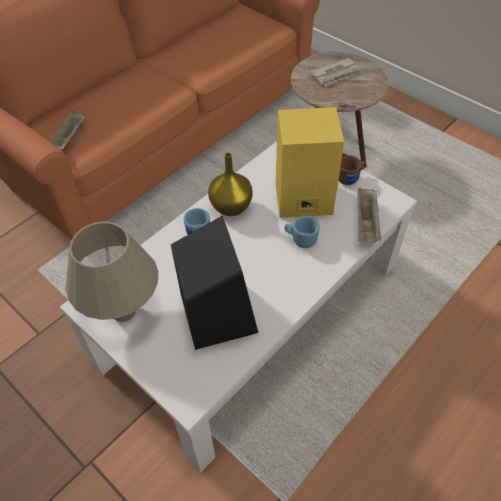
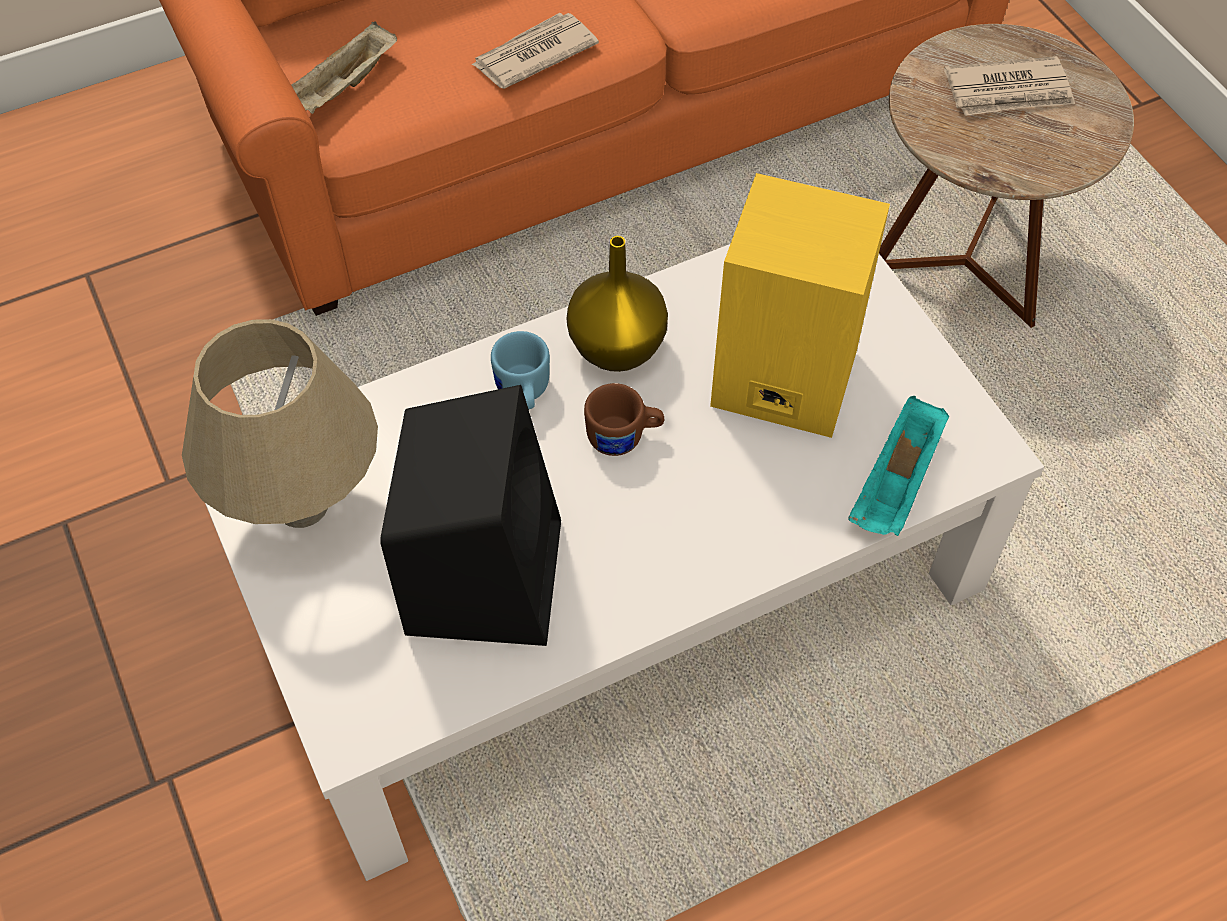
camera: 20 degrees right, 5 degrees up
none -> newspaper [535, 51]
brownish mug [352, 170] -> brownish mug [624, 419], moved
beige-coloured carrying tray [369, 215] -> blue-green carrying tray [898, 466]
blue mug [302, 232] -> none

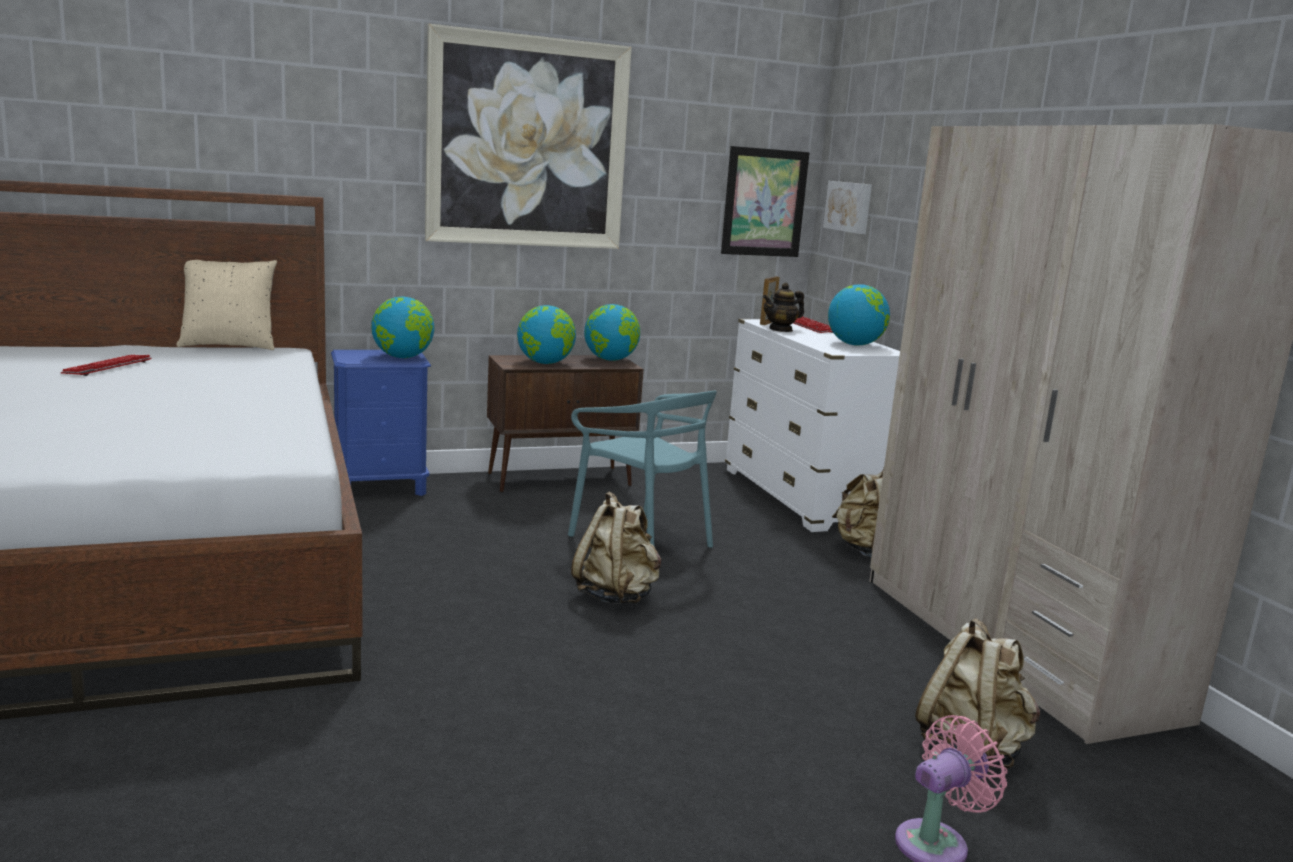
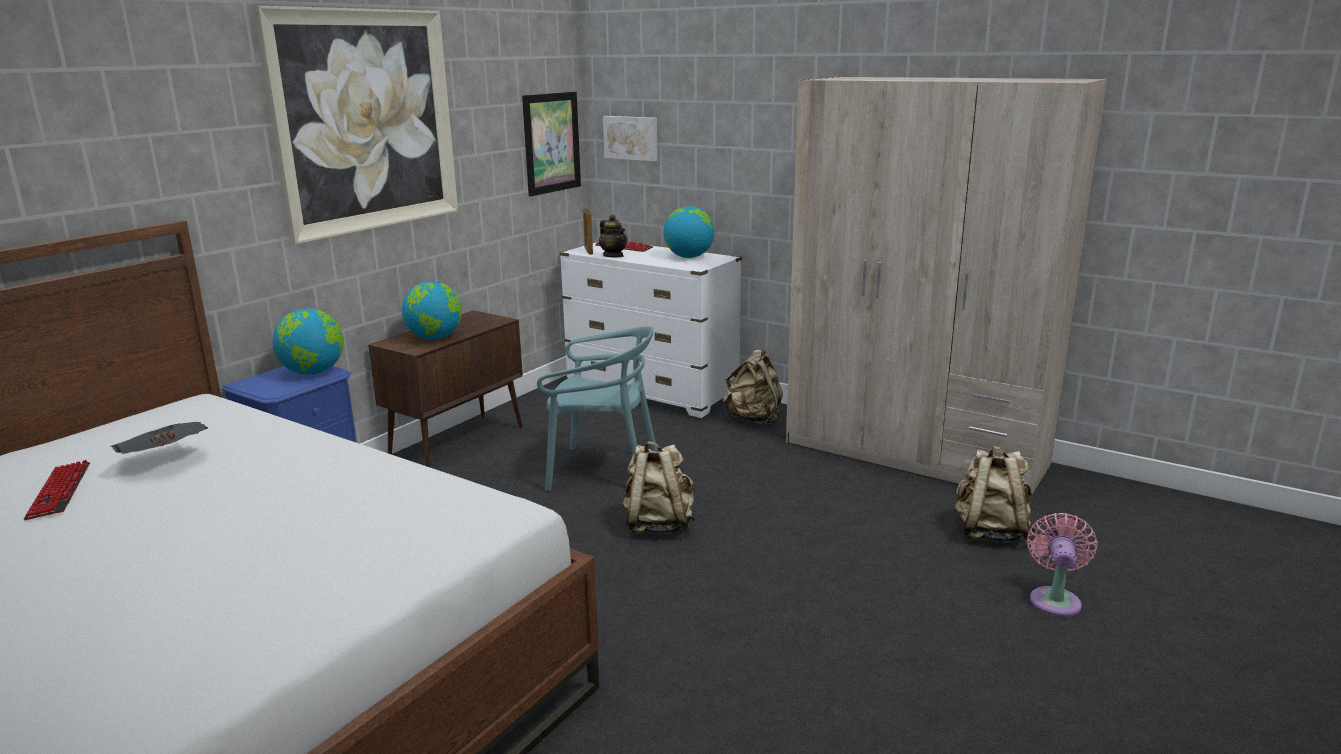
camera: 35 degrees left, 5 degrees up
none -> newspaper [159, 438]
tea pot [783, 307] -> tea pot [613, 236], 60 degrees counterclockwise
beige-coloured throw pillow [226, 305] -> none
world globe [612, 332] -> none

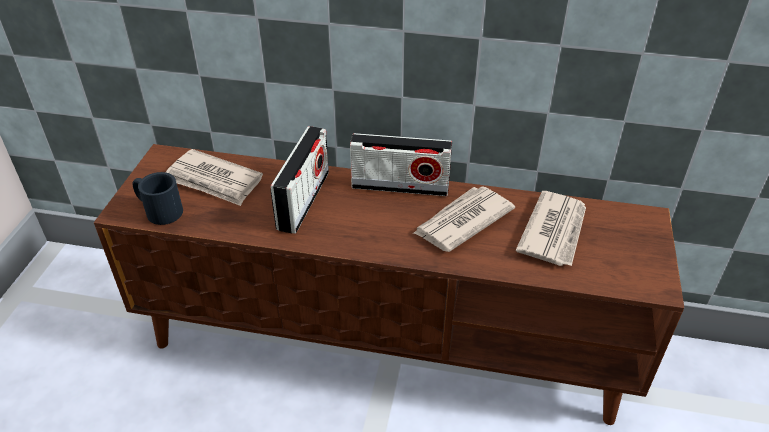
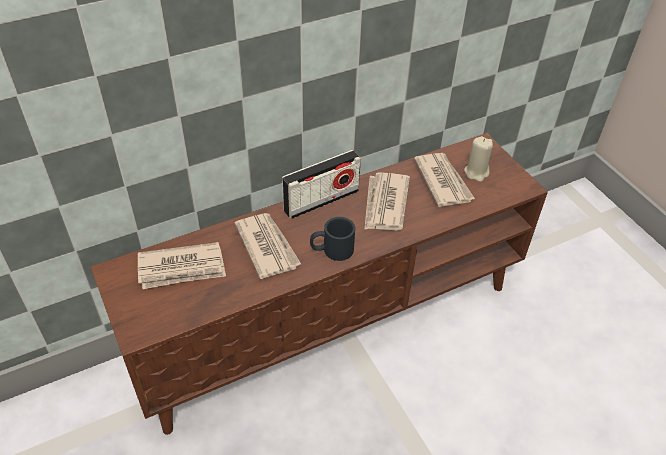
camera: 40 degrees left, 5 degrees up
radio [299, 180] -> newspaper [268, 246]
blackish mug [157, 198] -> blackish mug [332, 239], moved
none -> beige-coloured wax candle [478, 159]

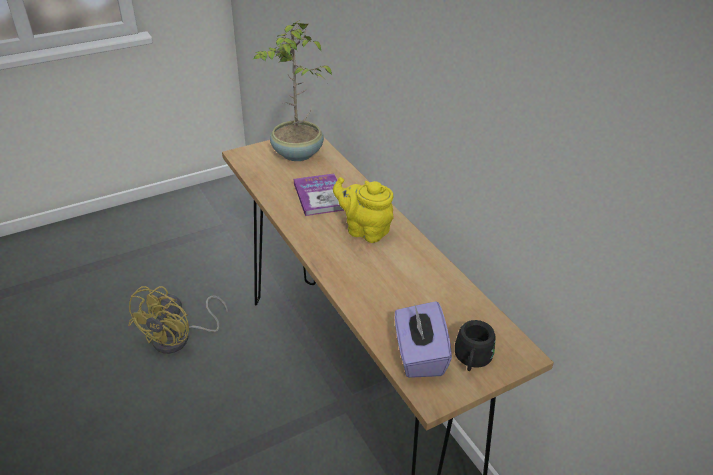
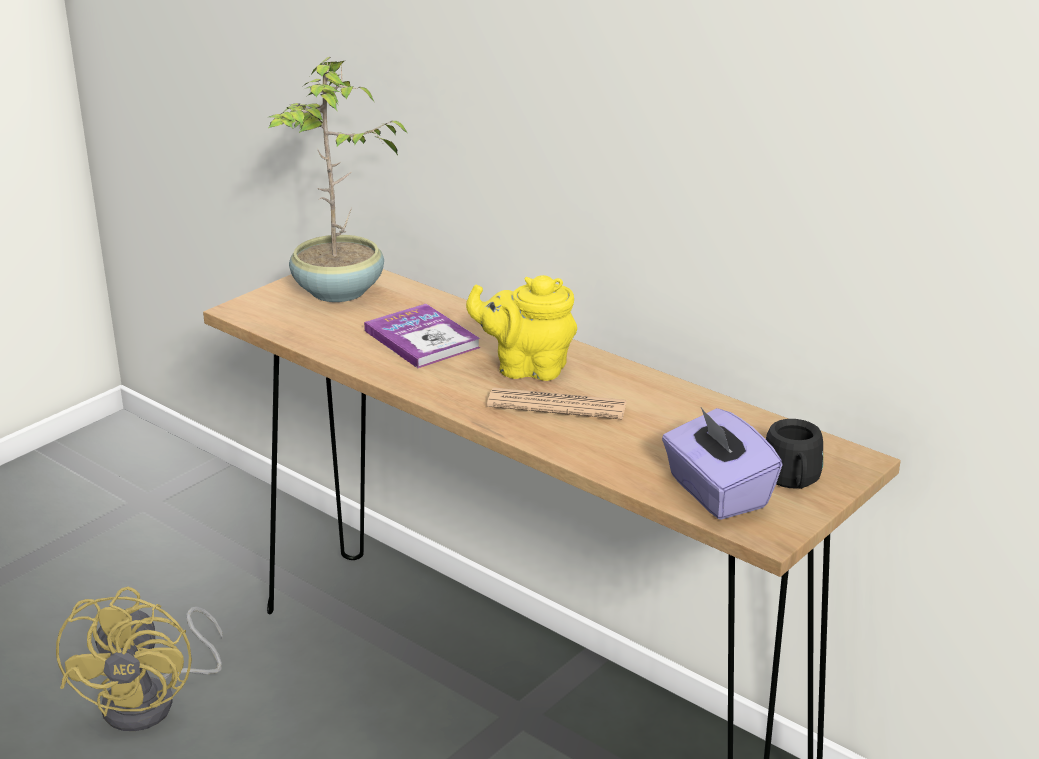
camera: 20 degrees left, 10 degrees down
none -> newspaper [557, 403]

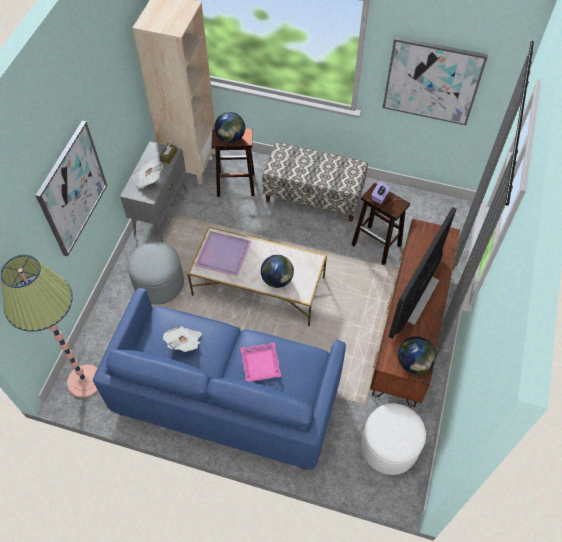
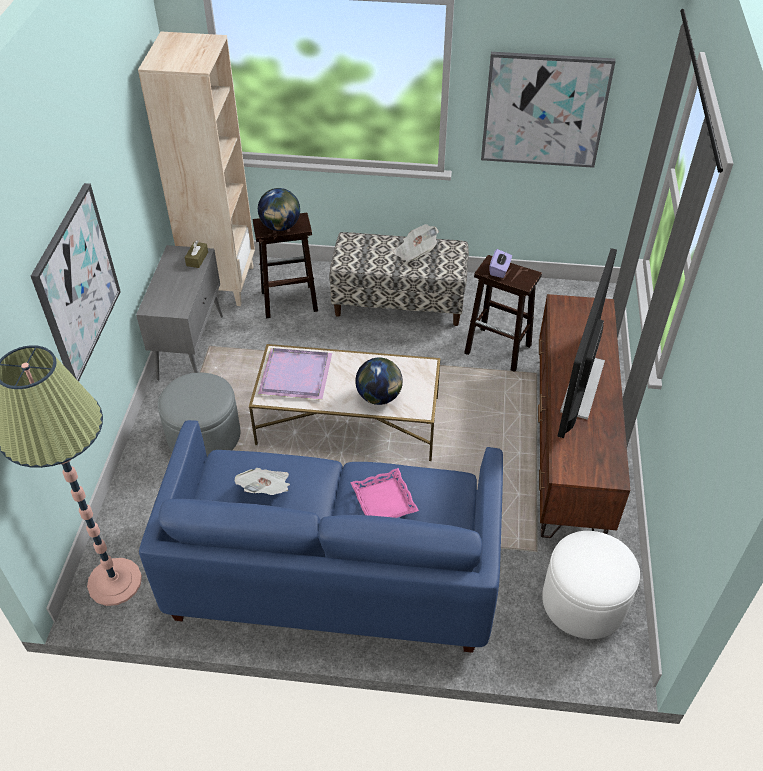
camera: 10 degrees left, 10 degrees down
newspaper [147, 173] -> newspaper [416, 243], moved
world globe [417, 355] -> none

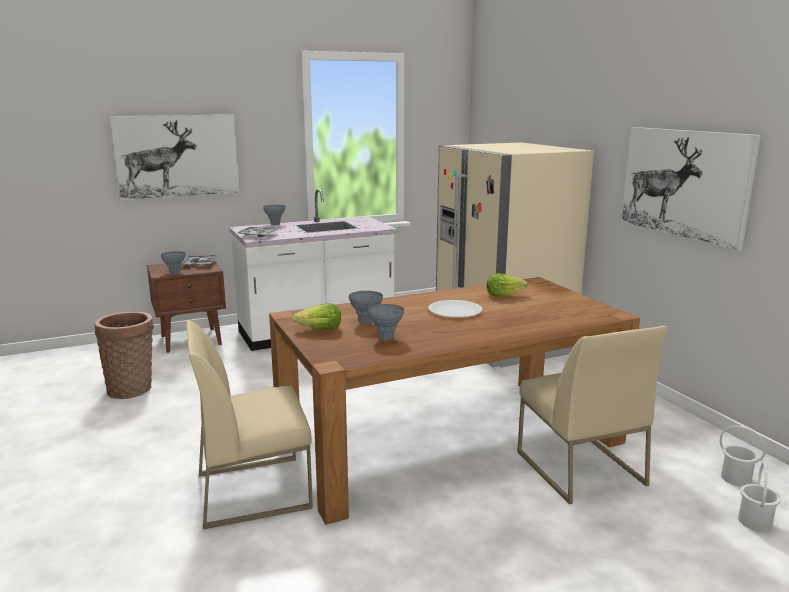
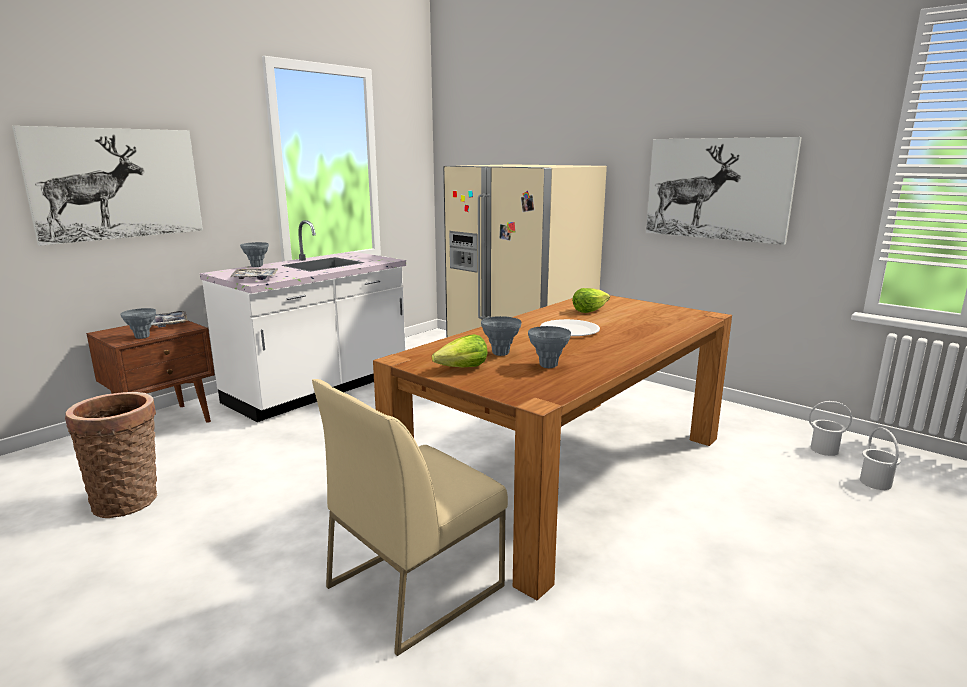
camera: 25 degrees left, 0 degrees up
beige-coloured chair [592, 415] -> none

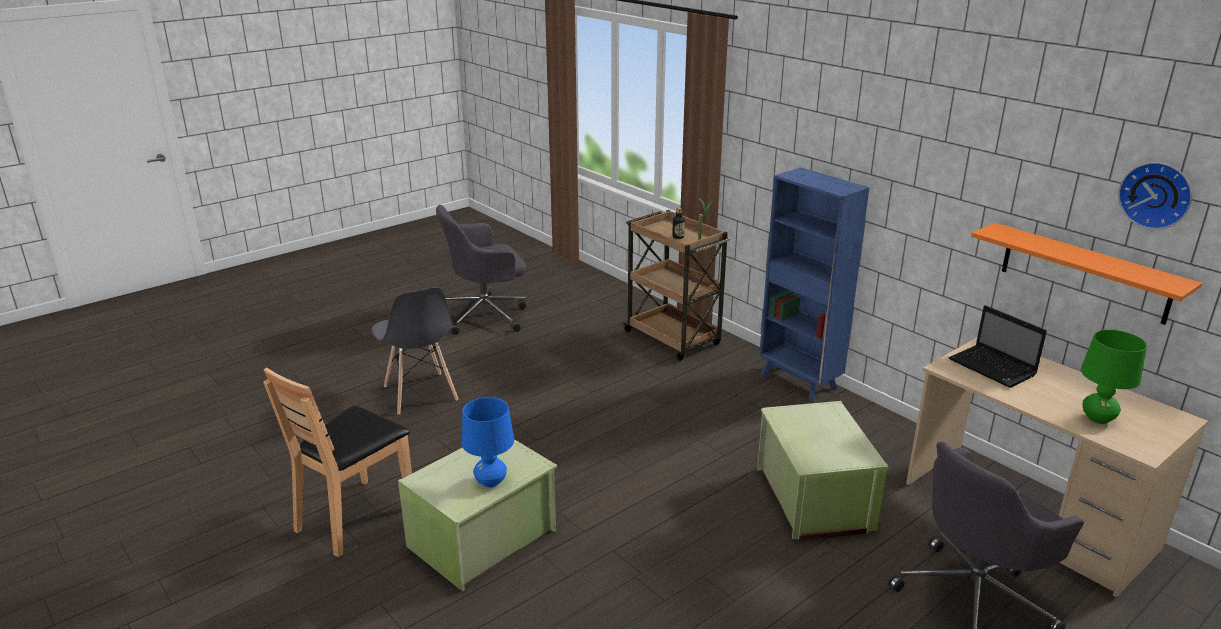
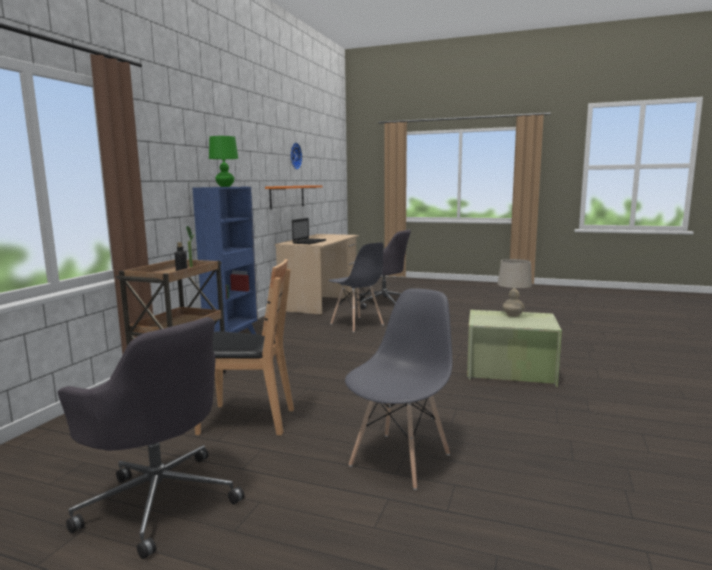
camera: 120 degrees left, 15 degrees down
brownish chair [337, 462] -> brownish chair [244, 347], moved
greenish tabletop lamp [1114, 377] -> greenish tabletop lamp [223, 161], moved
greenish storage container [822, 471] -> greyish chair [356, 287]
blue tabletop lamp [488, 442] -> beige-coloured tabletop lamp [515, 288]

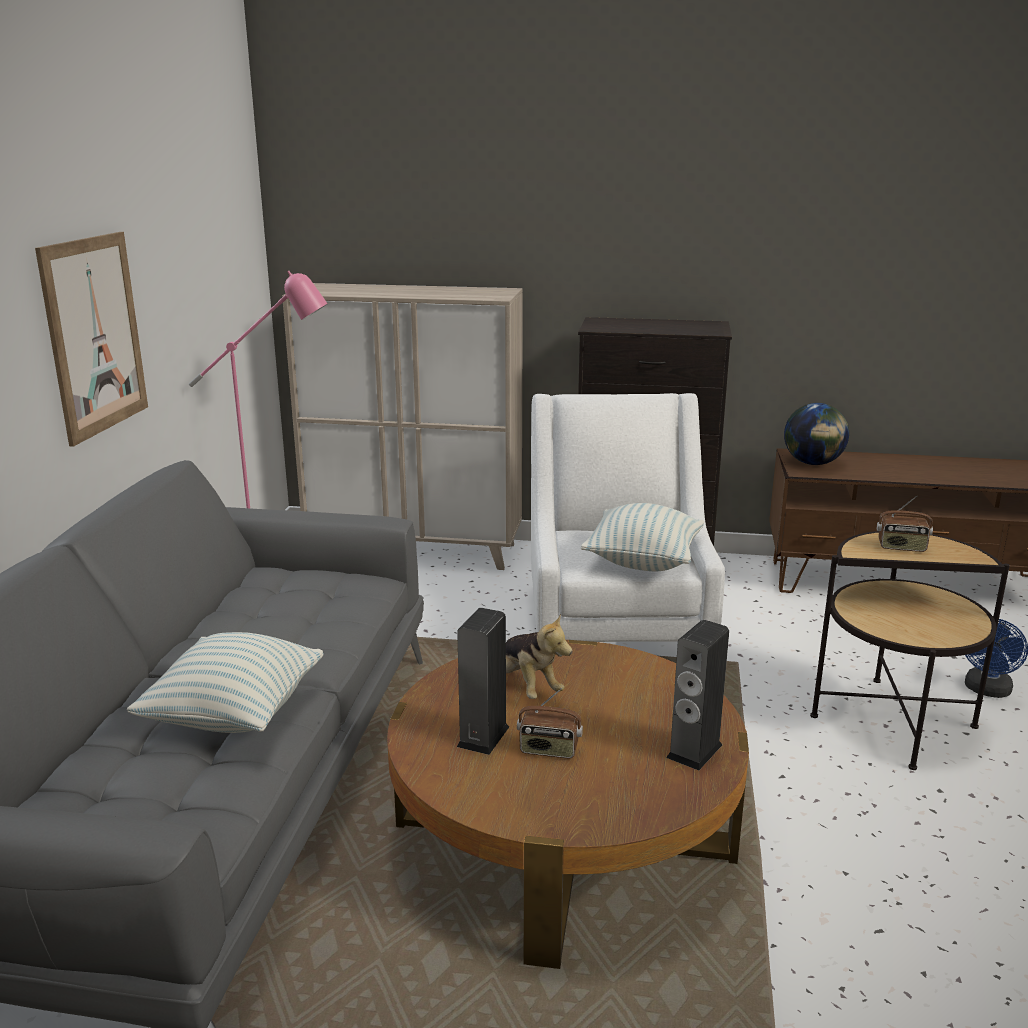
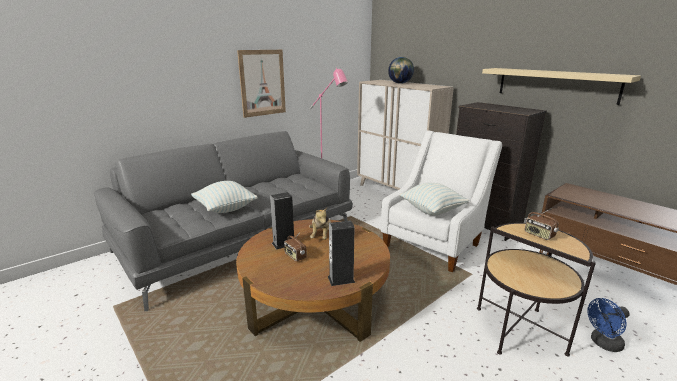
camera: 40 degrees right, 0 degrees up
world globe [816, 434] -> world globe [401, 70], moved
none -> beige-coloured shelf [561, 86]

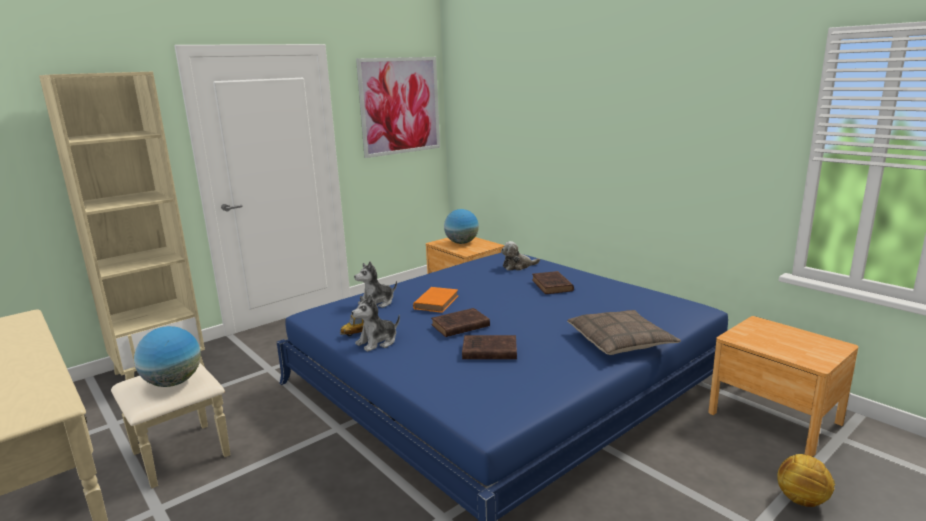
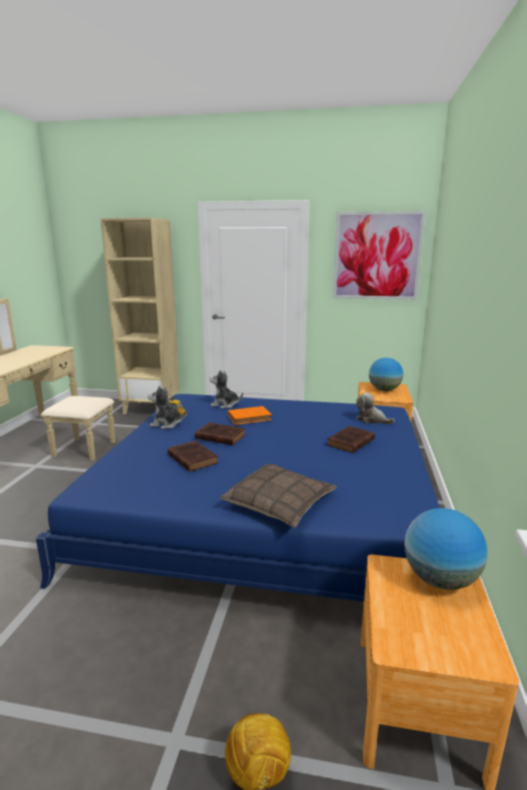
camera: 50 degrees right, 0 degrees up
world globe [167, 356] -> world globe [446, 549], moved

